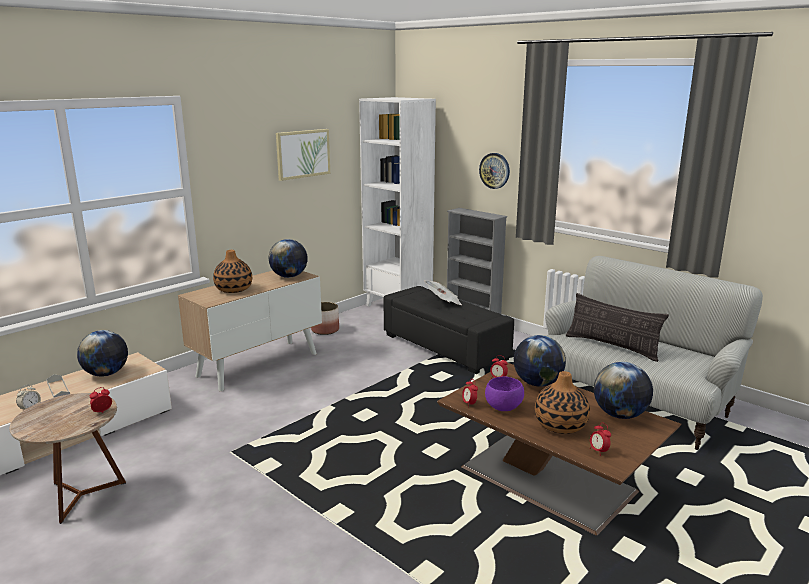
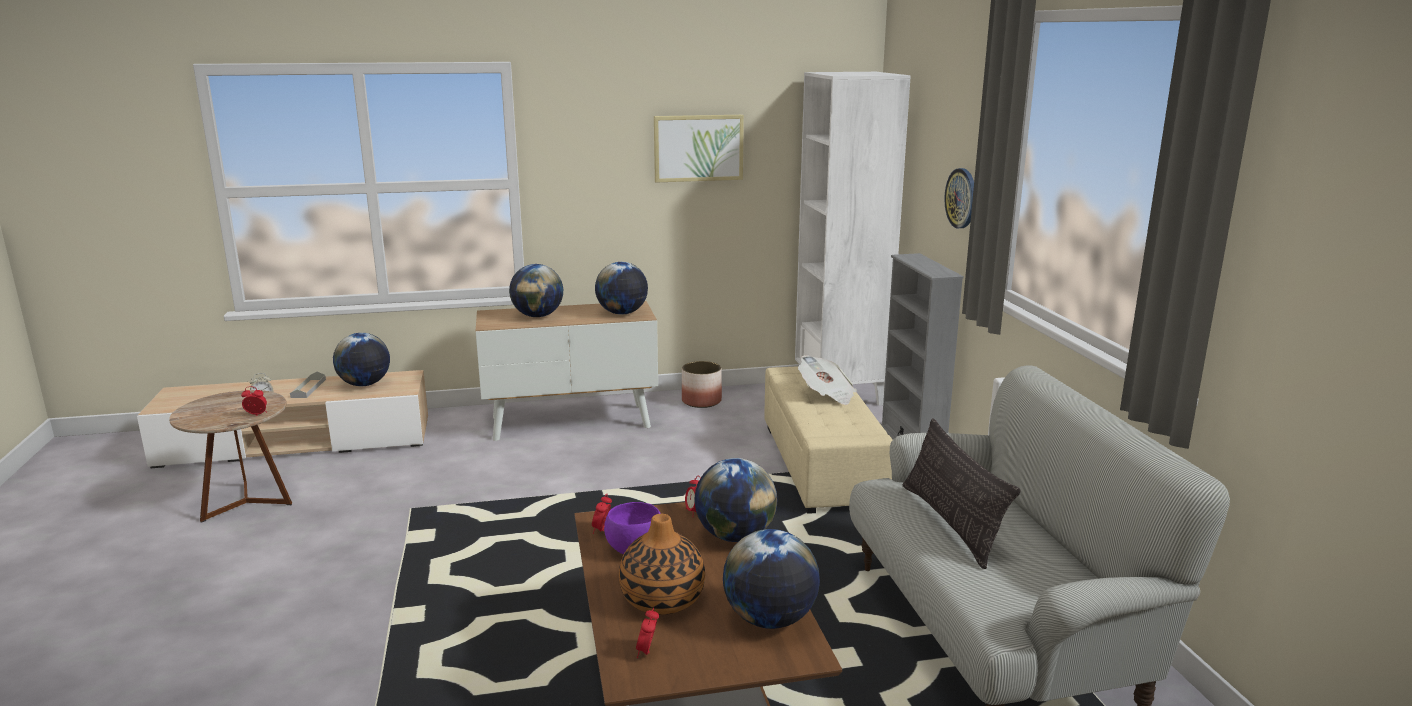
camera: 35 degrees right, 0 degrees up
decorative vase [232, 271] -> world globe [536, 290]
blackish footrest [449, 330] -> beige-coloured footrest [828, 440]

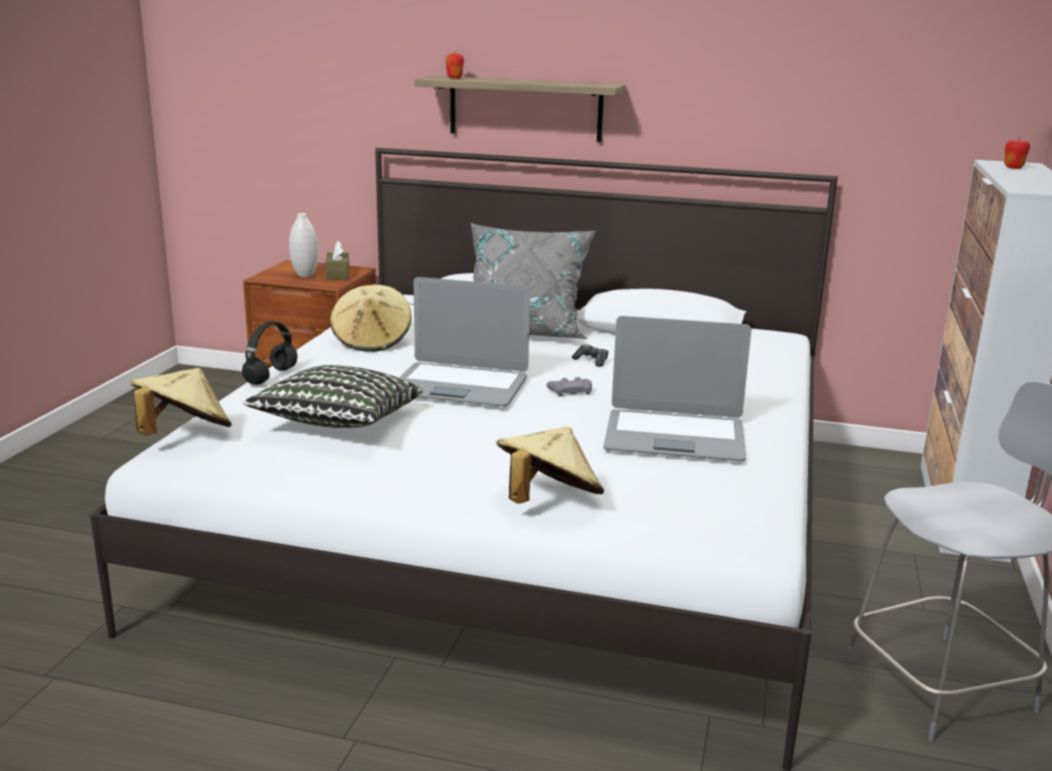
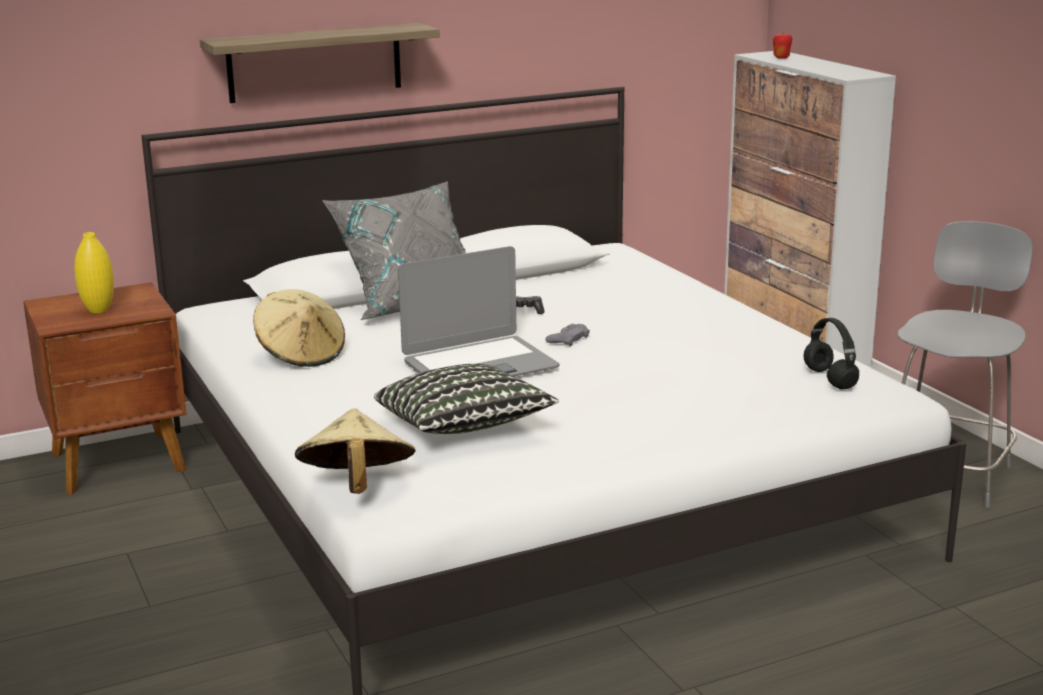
camera: 40 degrees left, 0 degrees up
white-coloured decorative vase [303, 245] -> yellow decorative vase [94, 272]
blackish headphones [269, 353] -> blackish headphones [831, 353], moved
brownish box of tissues [337, 260] -> none
apple fruit [455, 65] -> none
beige-coloured wearable hat [550, 465] -> none
laptop [677, 388] -> none

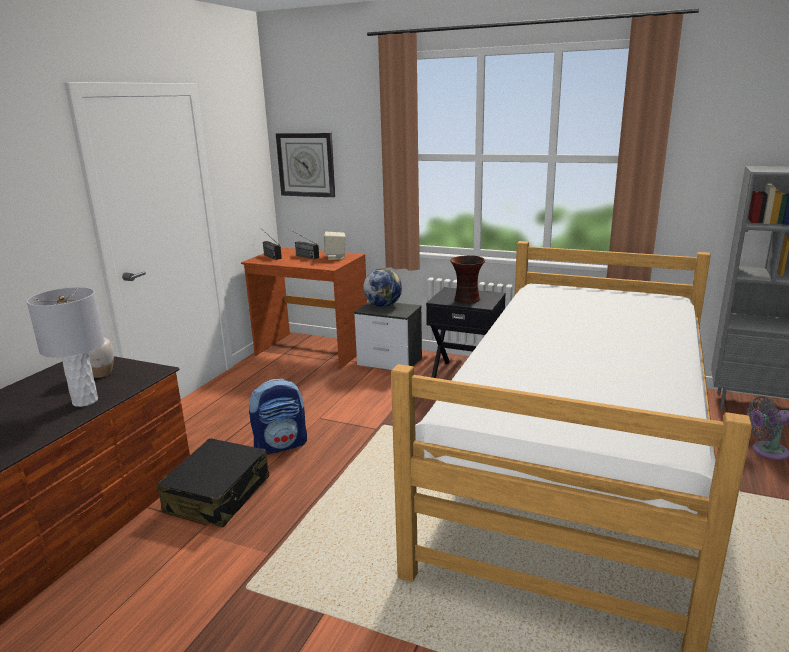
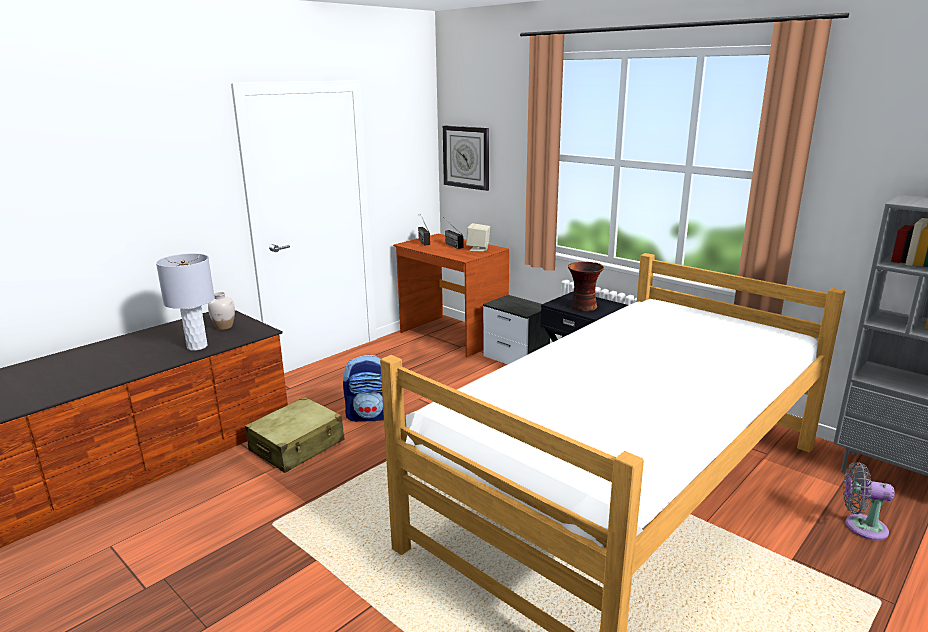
camera: 20 degrees right, 0 degrees up
blackish suitcase [213, 483] -> beige-coloured suitcase [294, 435]
world globe [382, 287] -> none

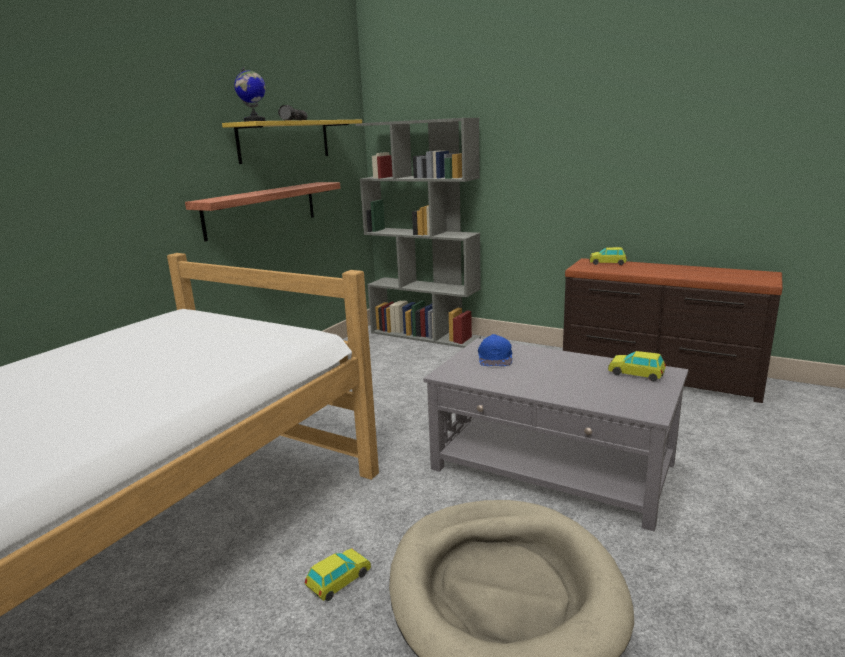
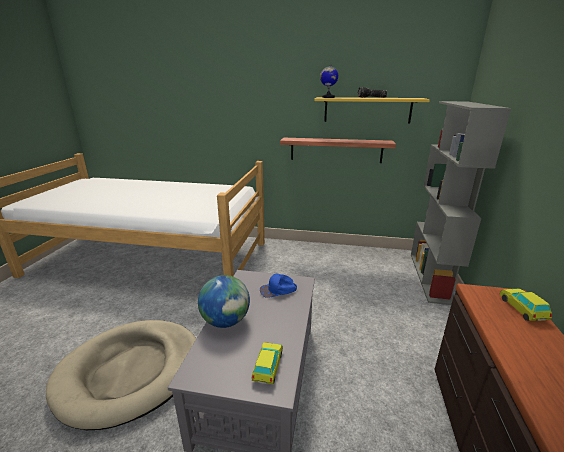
camera: 70 degrees right, 5 degrees up
none -> world globe [224, 301]
miniature car [338, 574] -> none

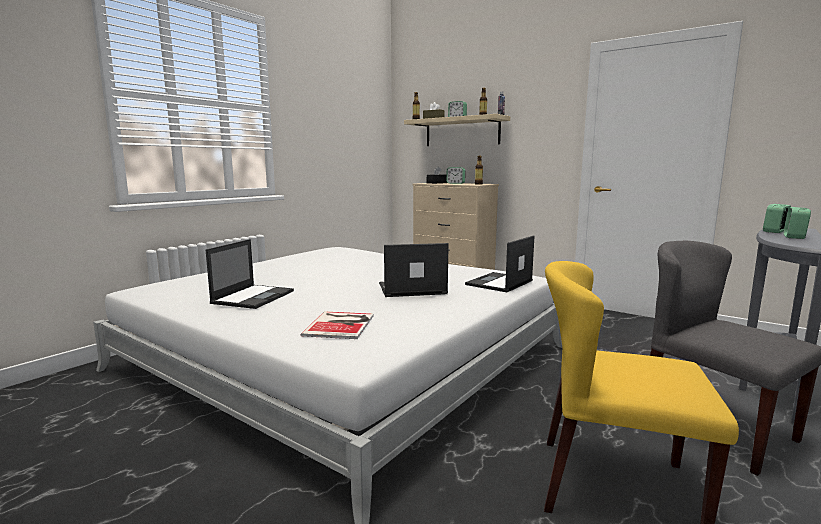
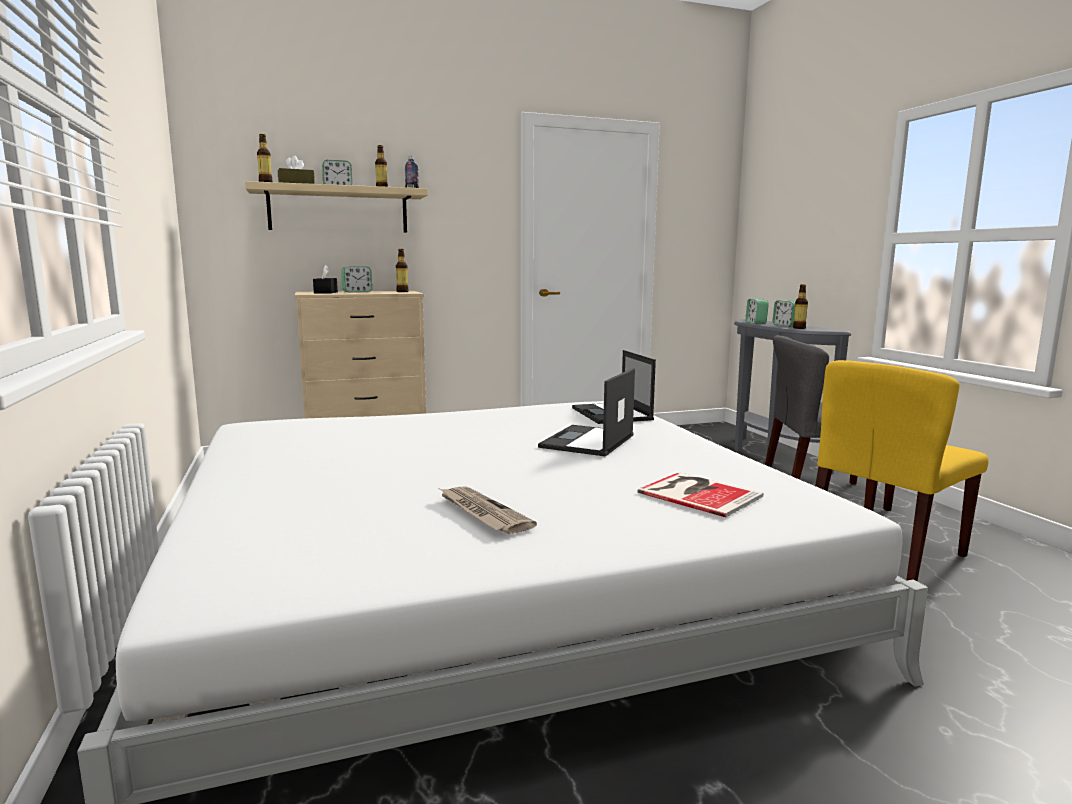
camera: 55 degrees left, 0 degrees up
laptop [250, 274] -> newspaper [488, 510]
none -> bottle [800, 306]

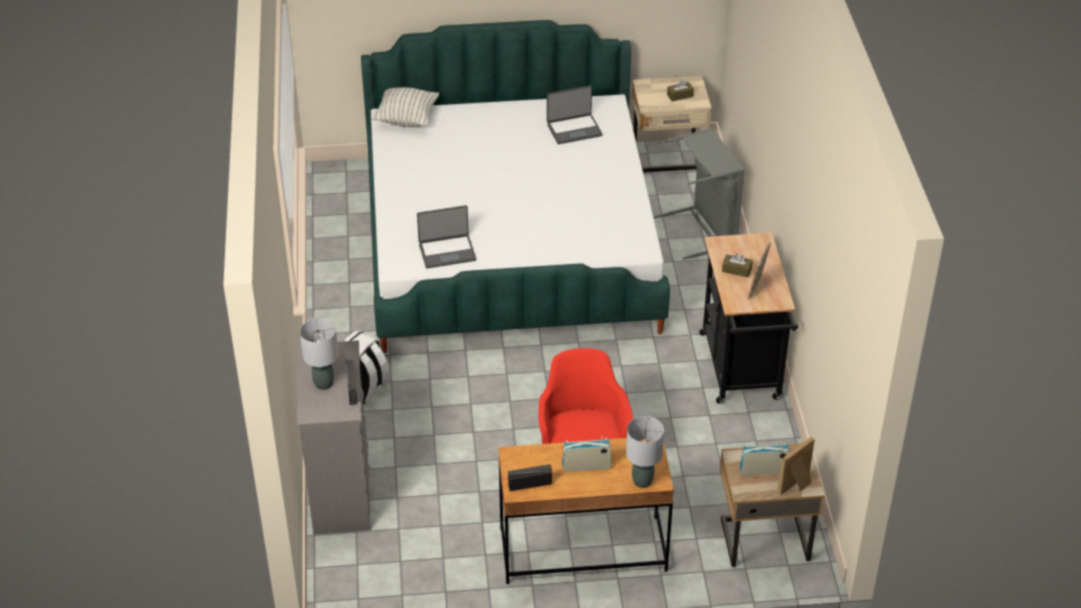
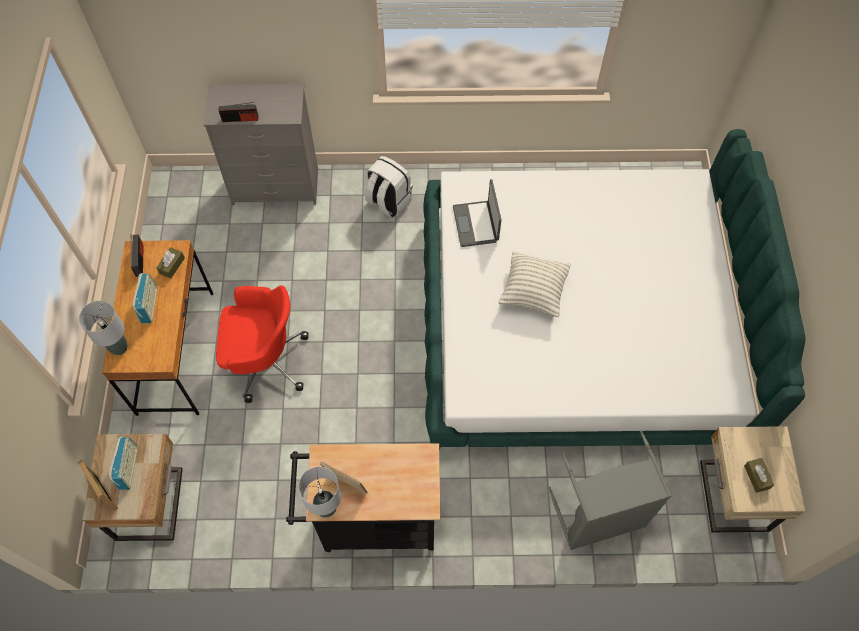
camera: 95 degrees right, 20 degrees up
brownish box of tissues [737, 265] -> brownish box of tissues [170, 262], moved
greyish tabletop lamp [319, 354] -> greyish tabletop lamp [319, 492], moved
throw pillow [405, 107] -> throw pillow [535, 284], moved
laptop [574, 114] -> none

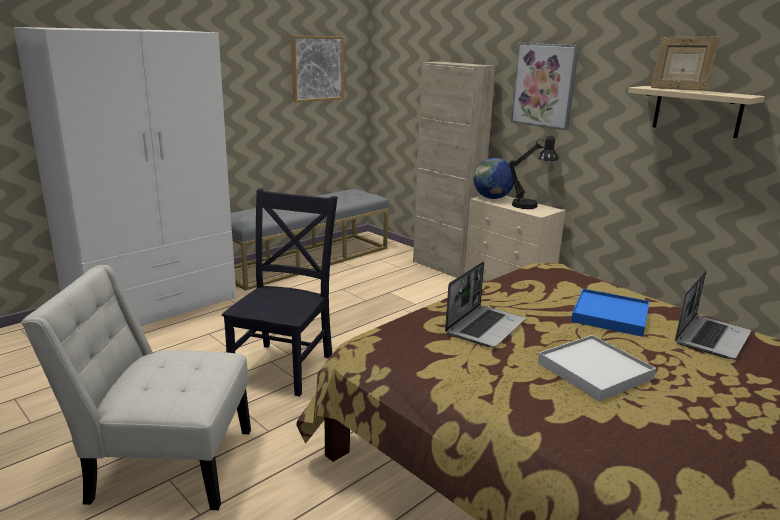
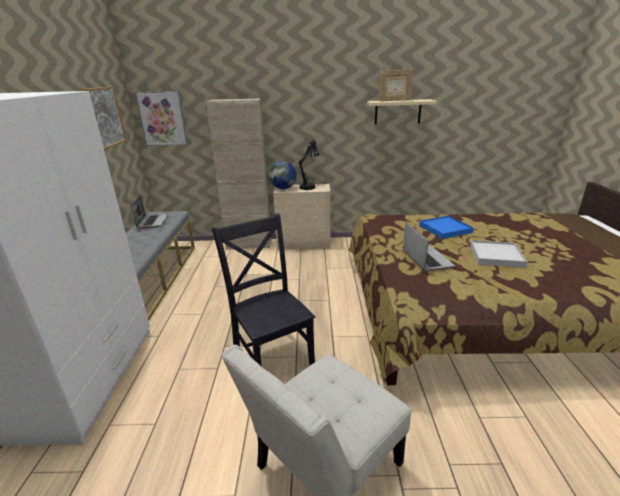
camera: 45 degrees left, 5 degrees up
laptop [713, 315] -> laptop [149, 211], moved
picture [545, 86] -> picture [161, 118], moved

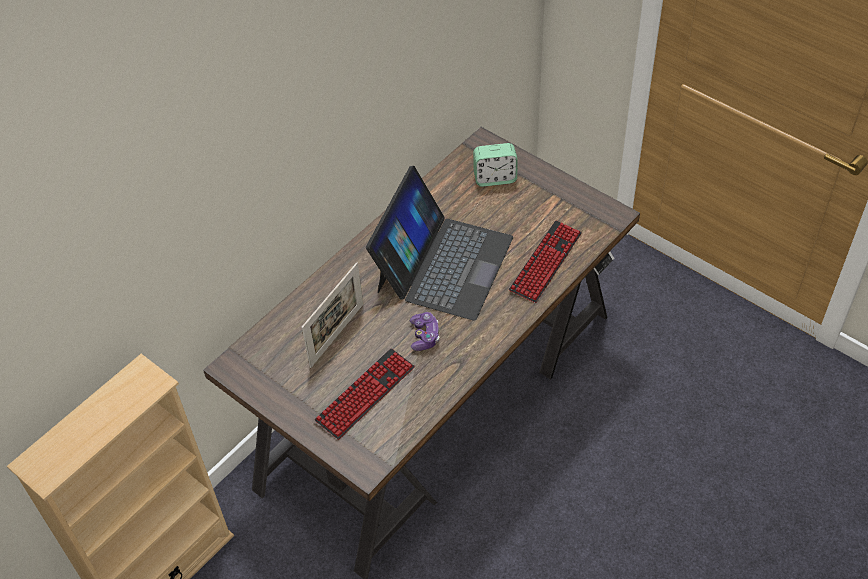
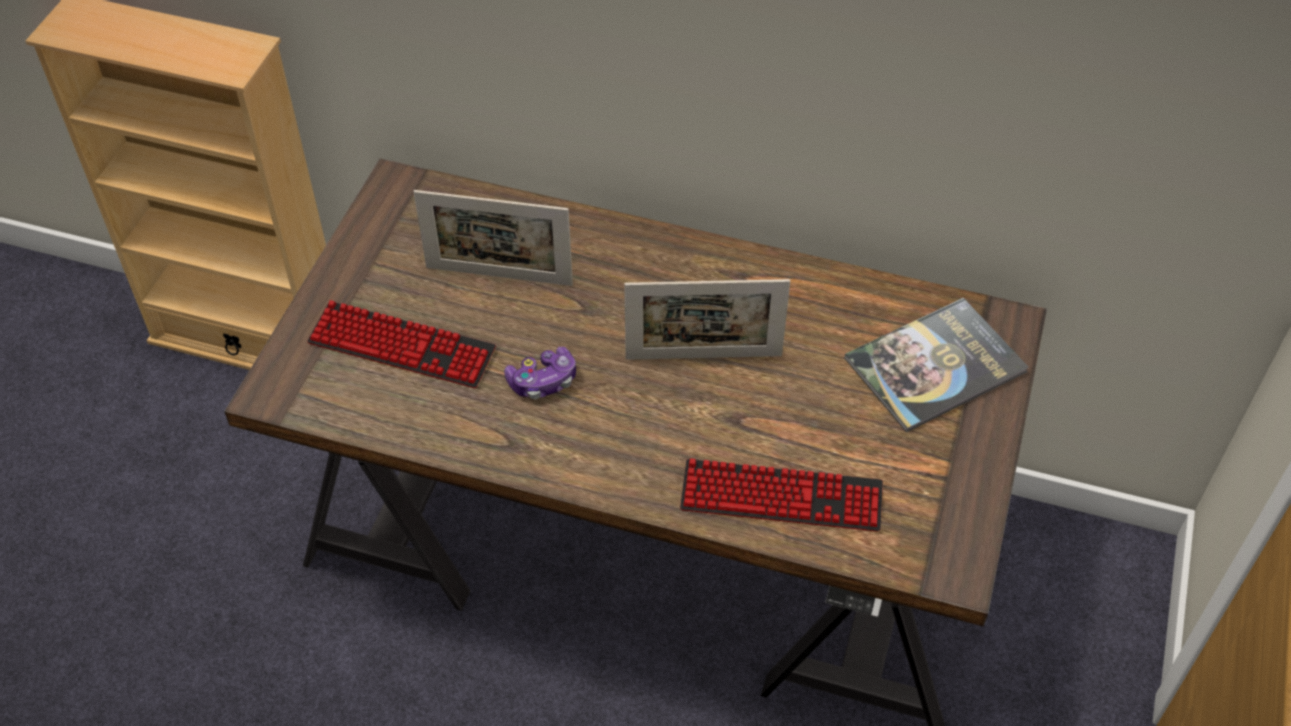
camera: 65 degrees right, 0 degrees up
laptop [439, 243] -> photo frame [707, 319]
table clock [495, 165] -> bound book [936, 365]

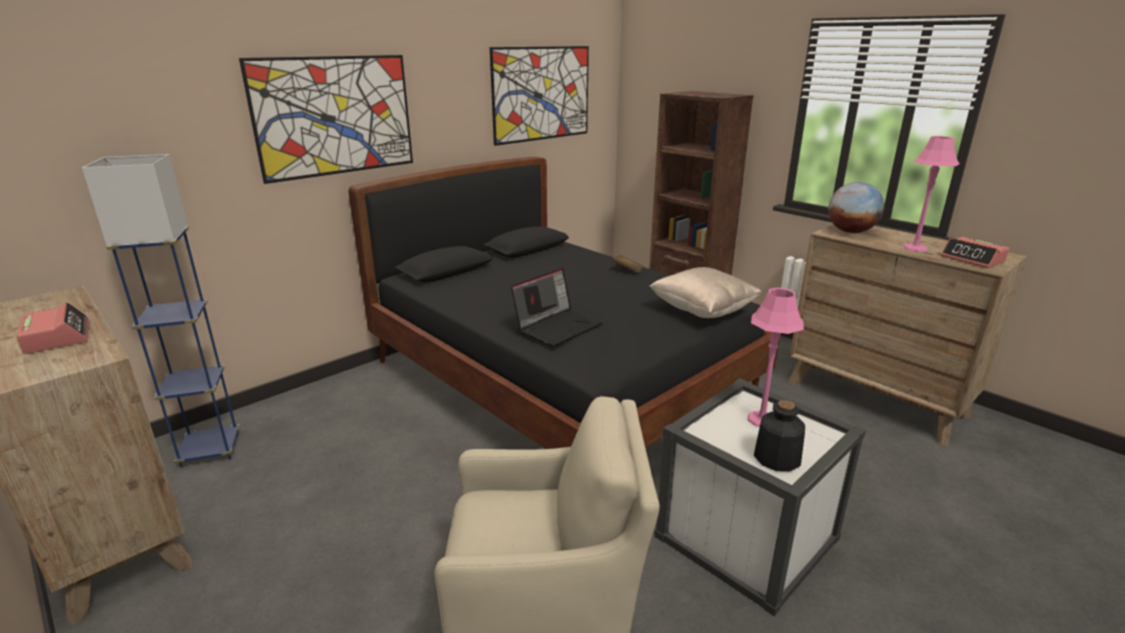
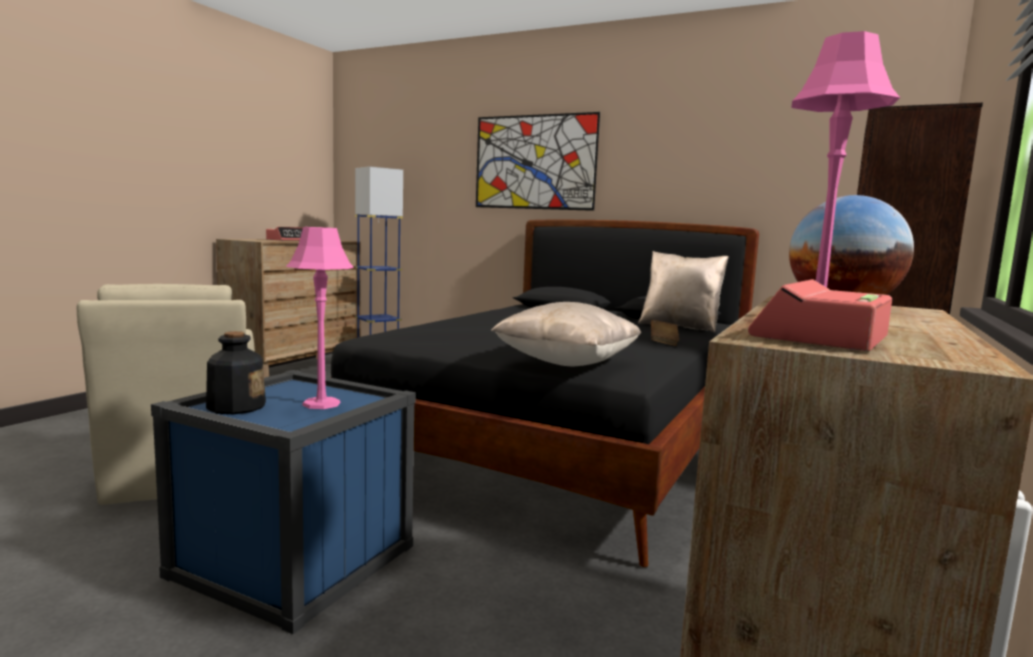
camera: 70 degrees right, 15 degrees down
white-coloured storage container [760, 497] -> blue storage container [283, 502]
none -> beige-coloured throw pillow [683, 292]
picture [539, 96] -> none
laptop [557, 307] -> none

